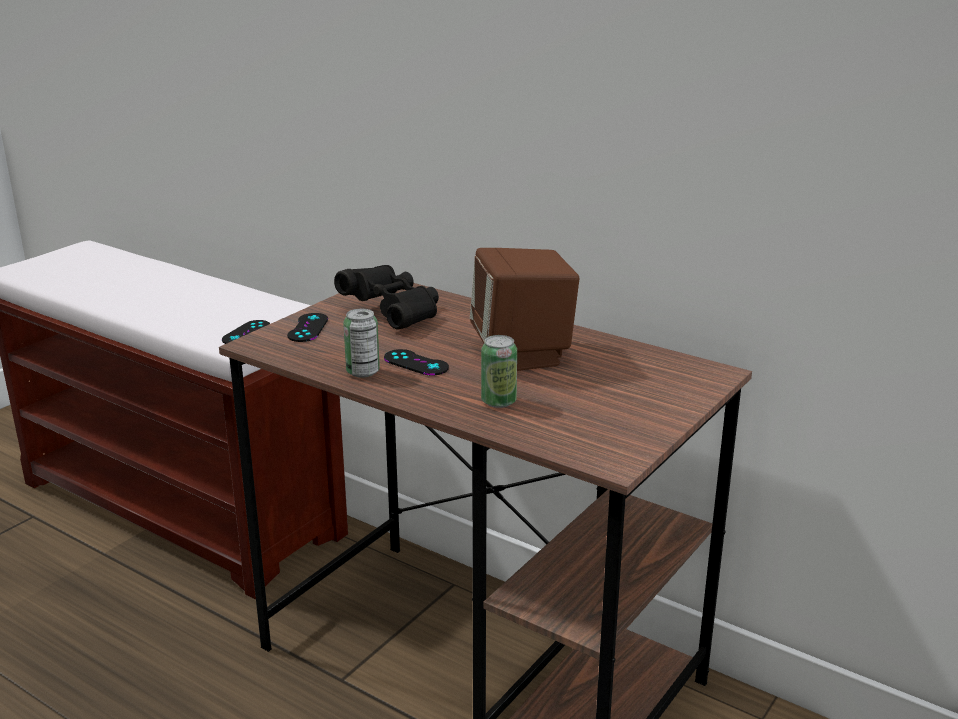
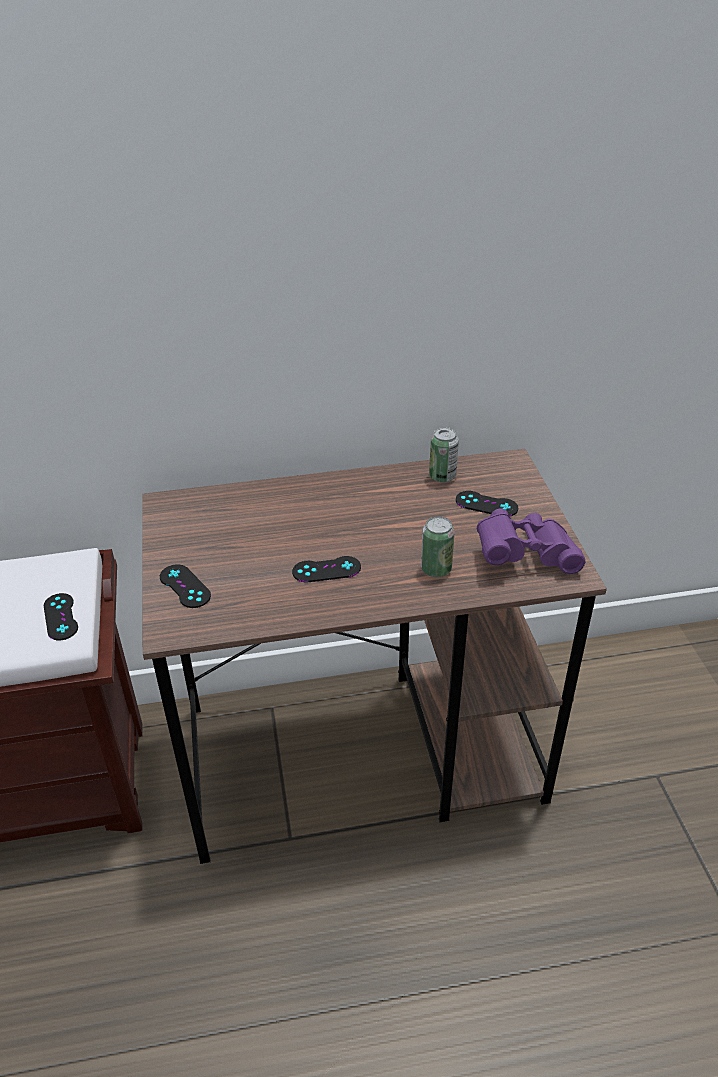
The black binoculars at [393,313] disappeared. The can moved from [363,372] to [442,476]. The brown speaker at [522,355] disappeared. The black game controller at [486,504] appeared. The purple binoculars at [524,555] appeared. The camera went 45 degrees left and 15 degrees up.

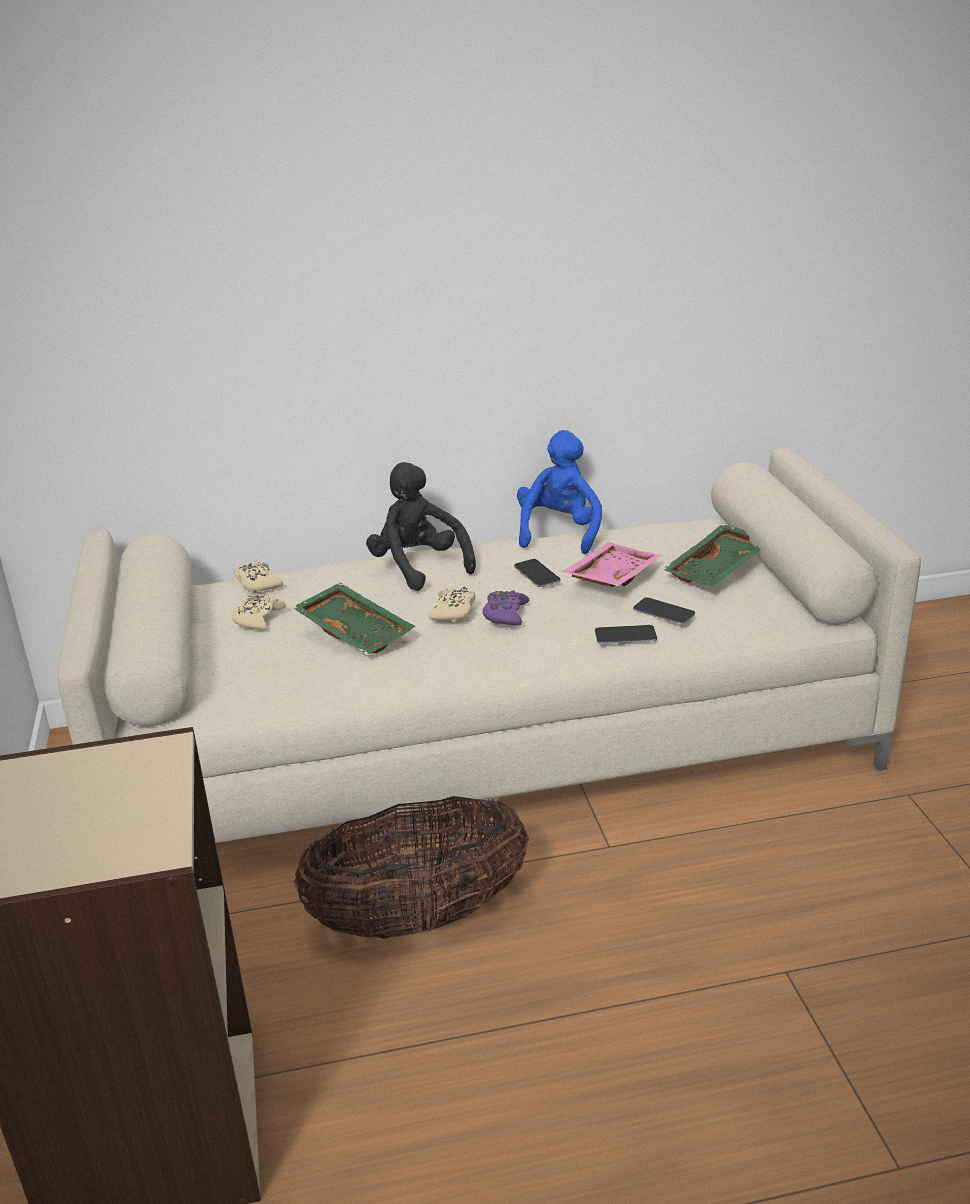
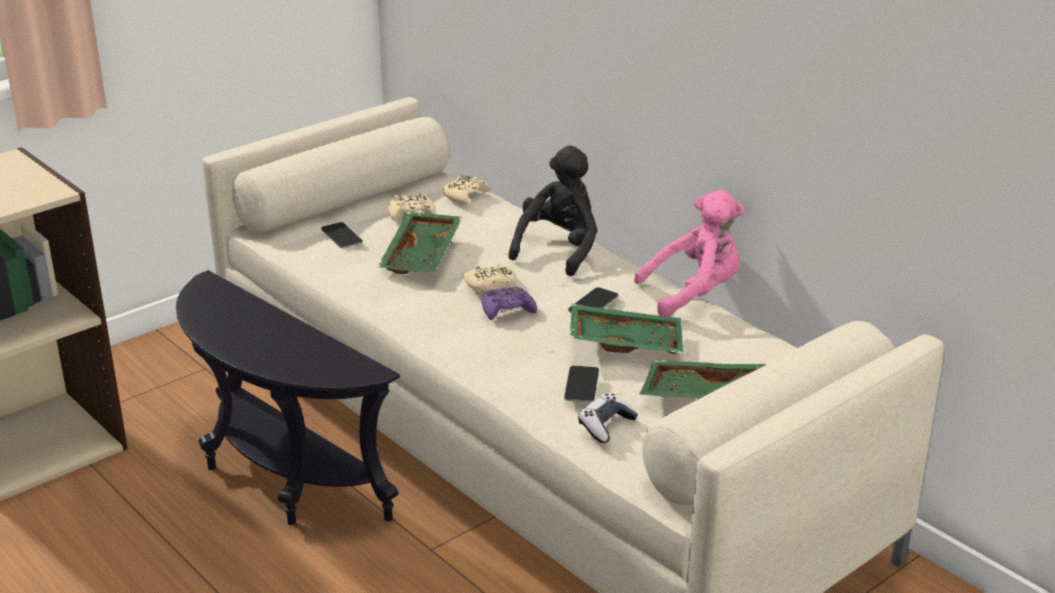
The basket at [418,918] was replaced by the black side table at [280,478]. The blue plush toy at [559,532] became the pink plush toy at [694,294]. The pink tray at [610,577] became the green tray at [626,341]. The phone moved from [625,635] to [341,236]. The game controller at [606,426] appeared. The camera went 60 degrees right and 0 degrees up.

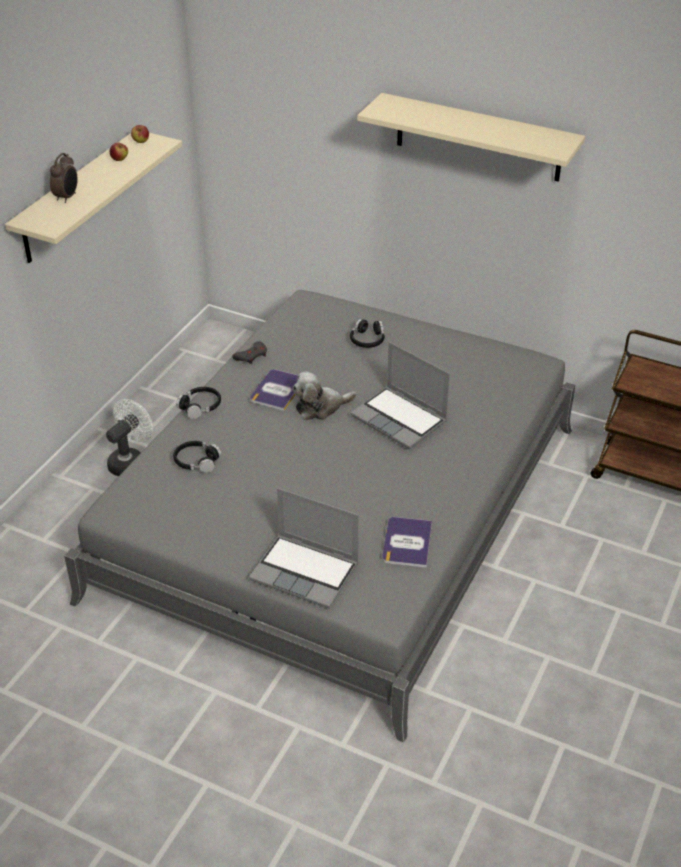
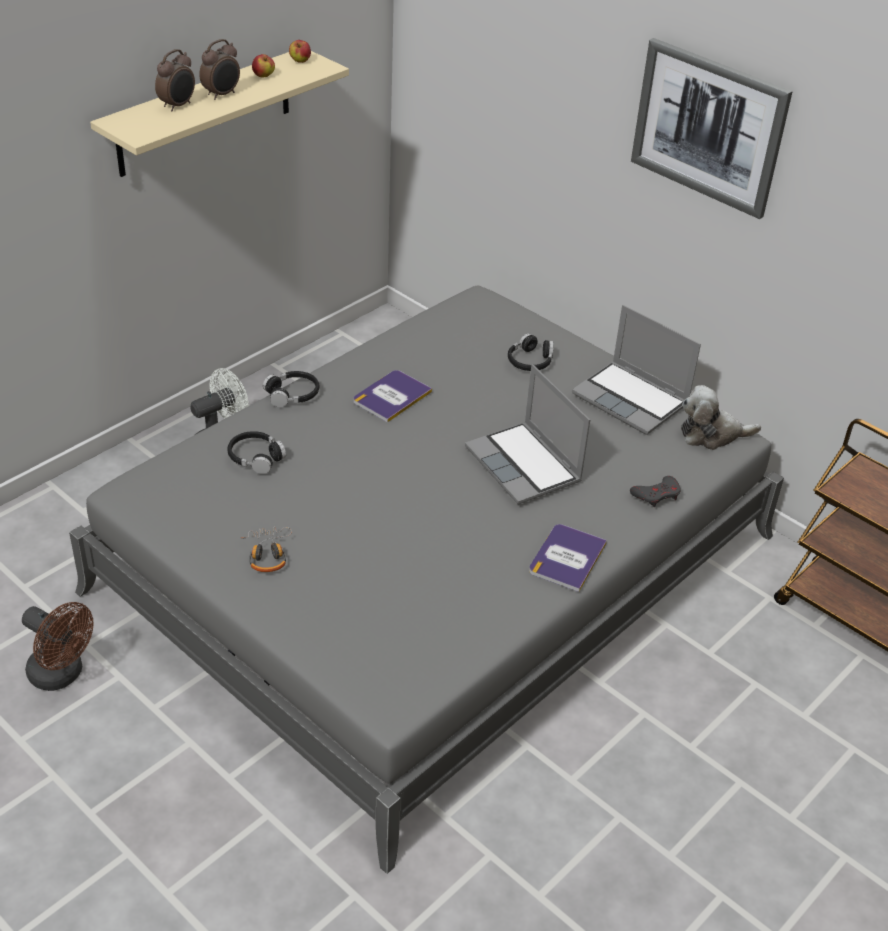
The grey game controller moved from [251,356] to [656,494]. The laptop moved from [306,572] to [632,400]. The plush toy moved from [320,407] to [712,434]. The beige shelf at [478,138] was replaced by the picture at [708,127]. The book moved from [407,542] to [567,558]. The brown fan at [62,675] appeared. The alarm clock at [222,95] appeared. The headphones at [267,554] appeared. The camera went 15 degrees right and 0 degrees up.

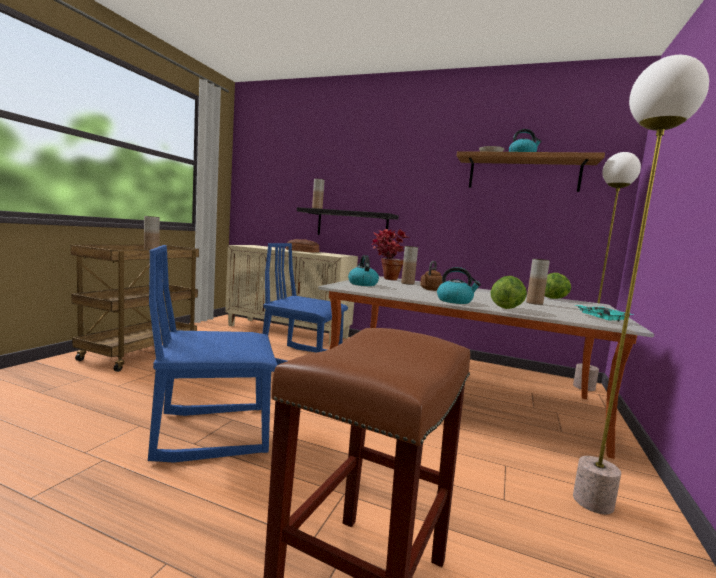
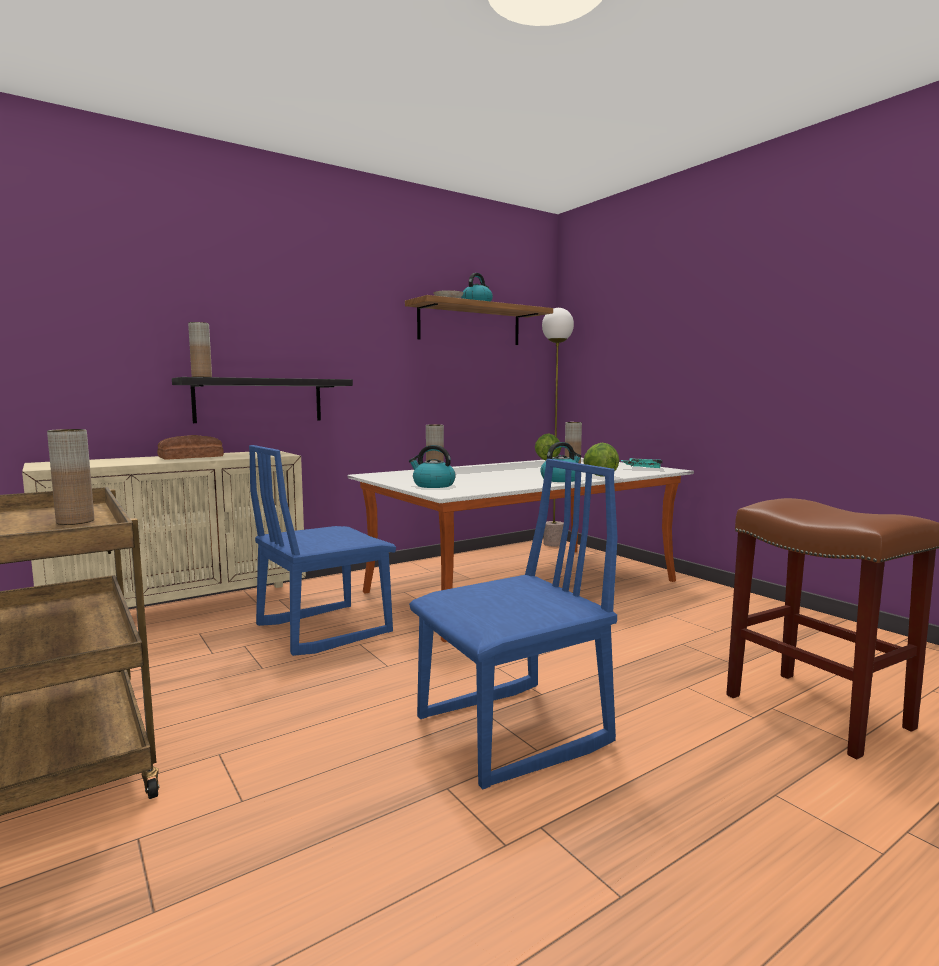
The blue chair at [212,432] turned 135 degrees counterclockwise. The potted plant at [385,279] disappeared. The brown kettle at [430,290] disappeared. The floor lamp at [592,501] disappeared. The camera went 55 degrees left and 0 degrees up.

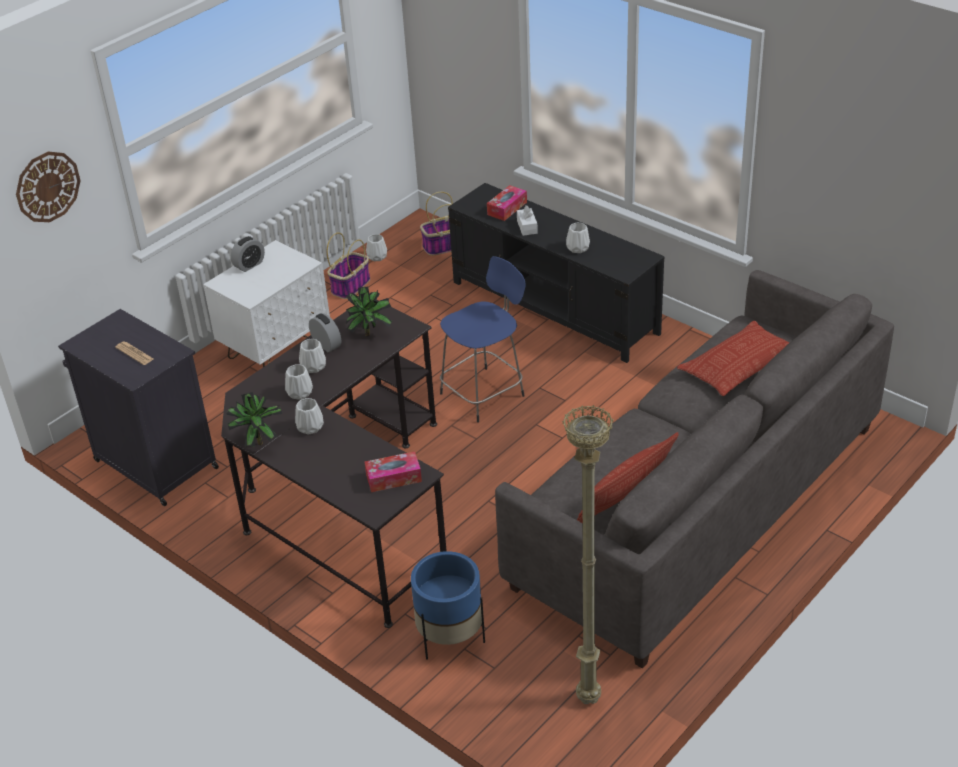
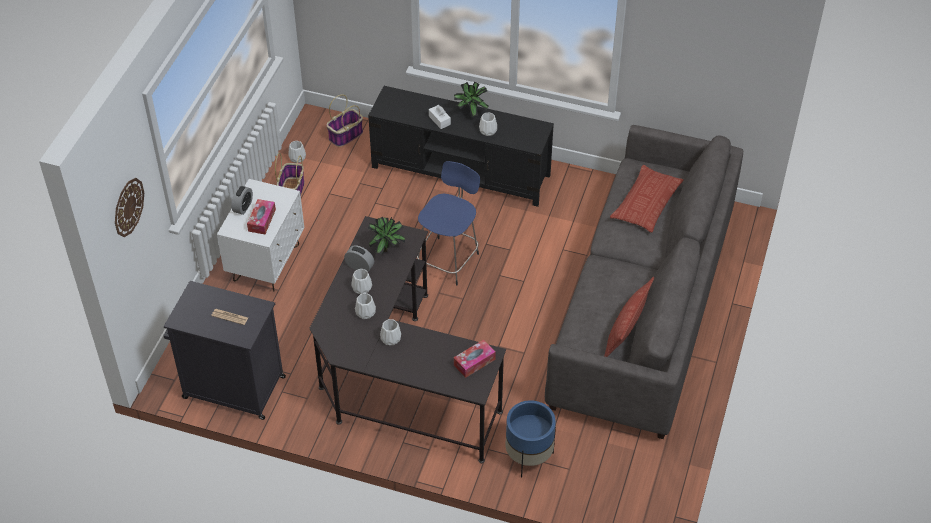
The potted plant moved from [257,441] to [470,113]. The tissue box moved from [507,208] to [262,220]. The beige floor lamp at [587,697] disappeared. The camera went 25 degrees left and 10 degrees up.

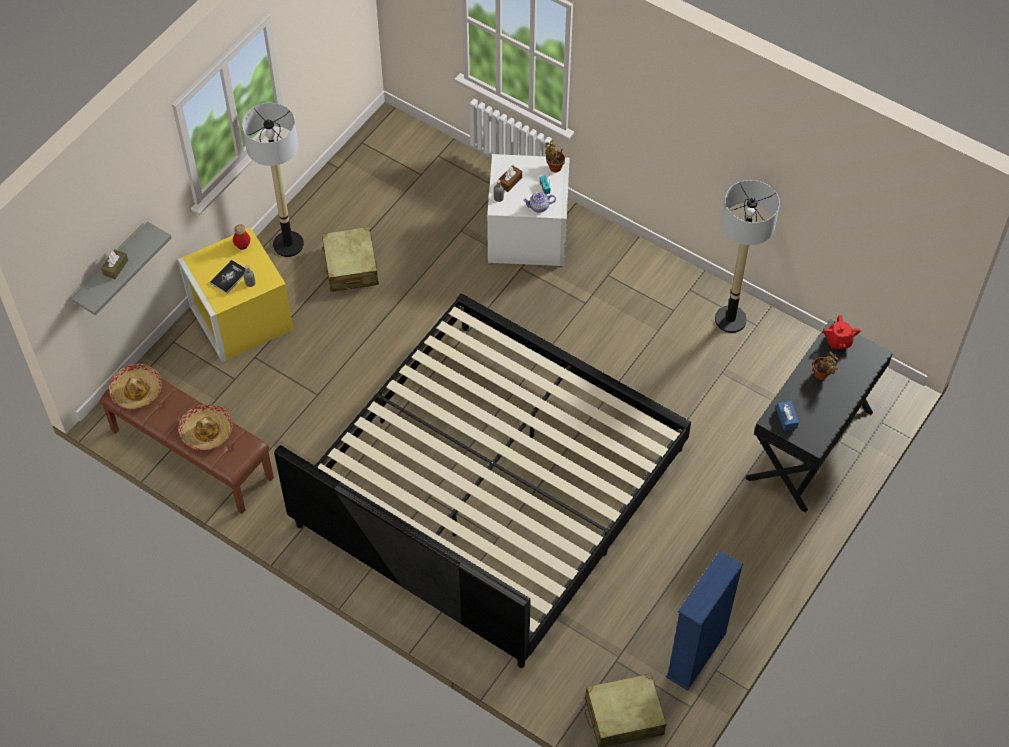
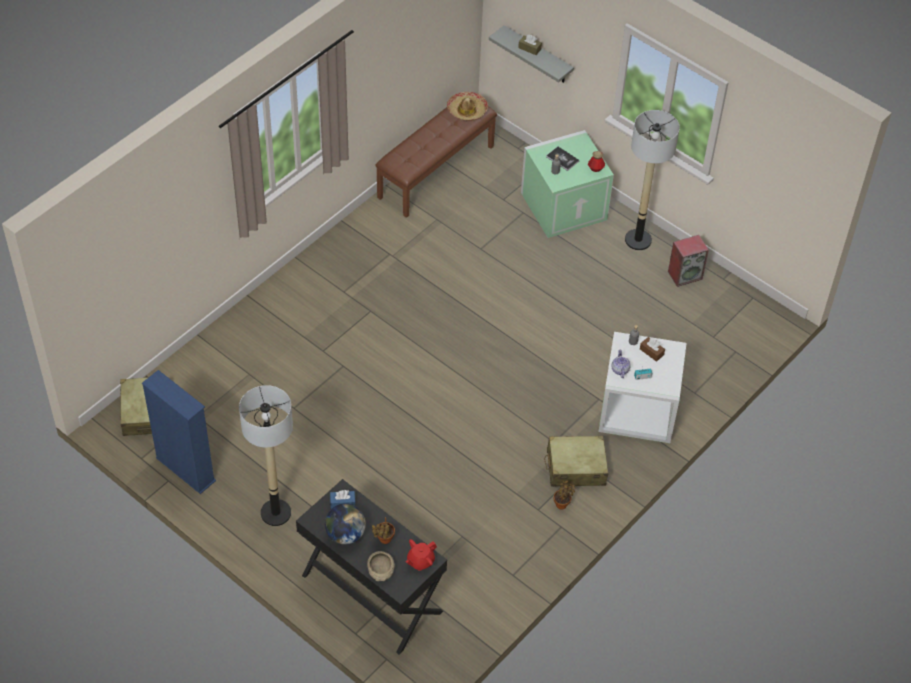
The yellow storage box at [239,317] became the green storage box at [564,205]. The hat at [206,431] disappeared. The bed at [490,487] disappeared. The beige suitcase moved from [351,267] to [575,467]. The potted plant moved from [554,167] to [562,504]. The floor lamp moved from [730,319] to [276,513]. The red teapot at [838,341] turned 45 degrees counterclockwise. The globe at [345,534] appeared. The beige bowl at [381,570] appeared. The speaker at [685,275] appeared. The camera went 95 degrees right and 5 degrees down.

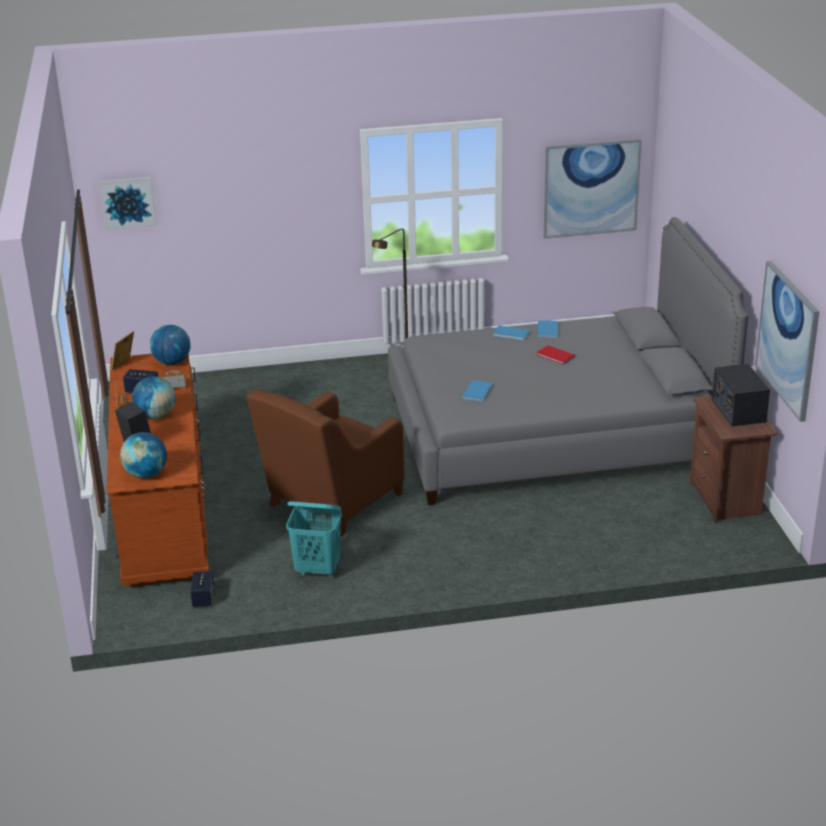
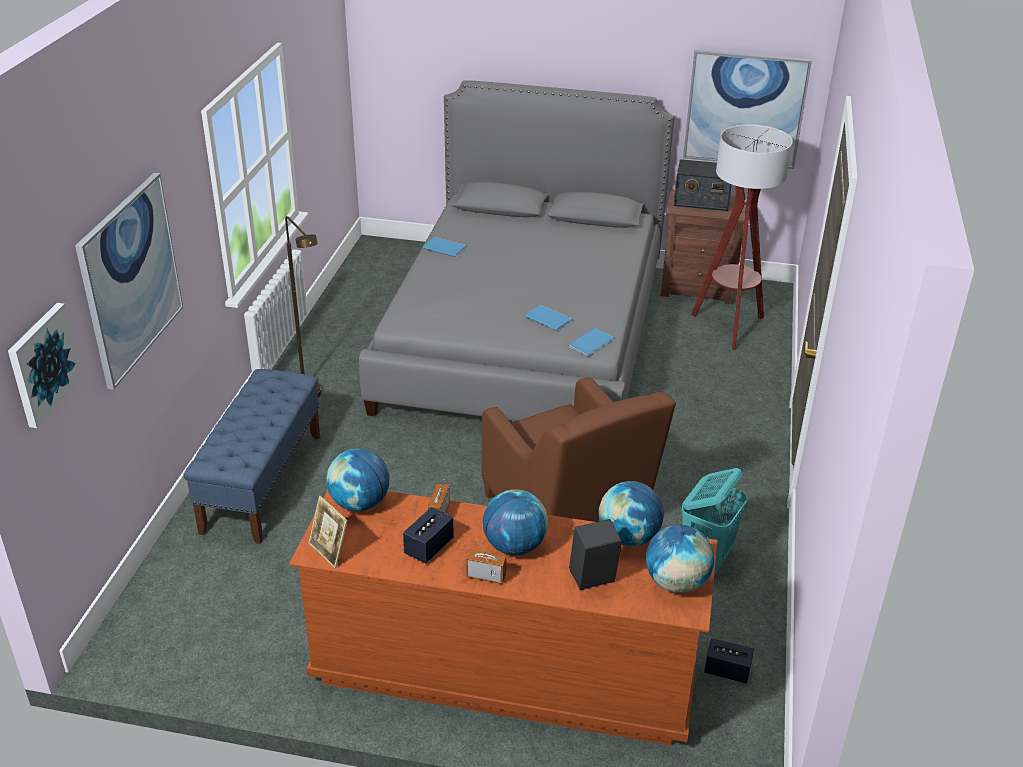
The blue book moved from [511,334] to [593,343]. The red book at [555,356] disappeared. The picture moved from [591,188] to [131,278]. The blue bench at [262,482] appeared. The globe at [628,537] appeared. The floor lamp at [729,327] appeared. The camera went 70 degrees left and 5 degrees up.

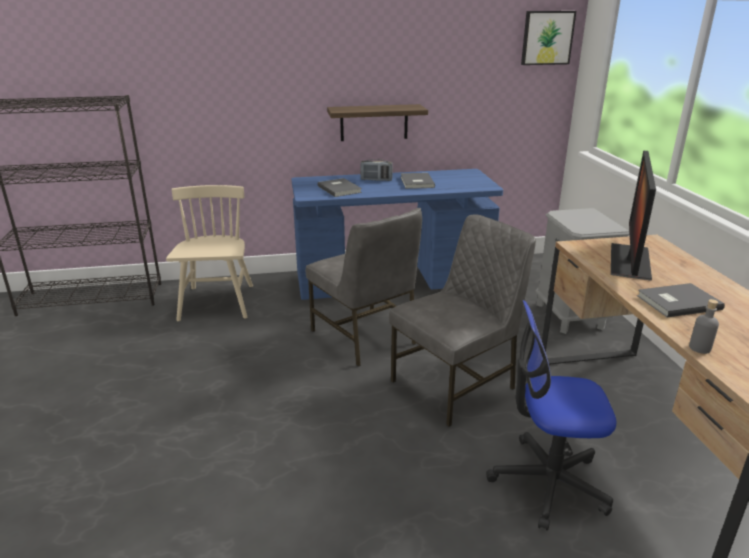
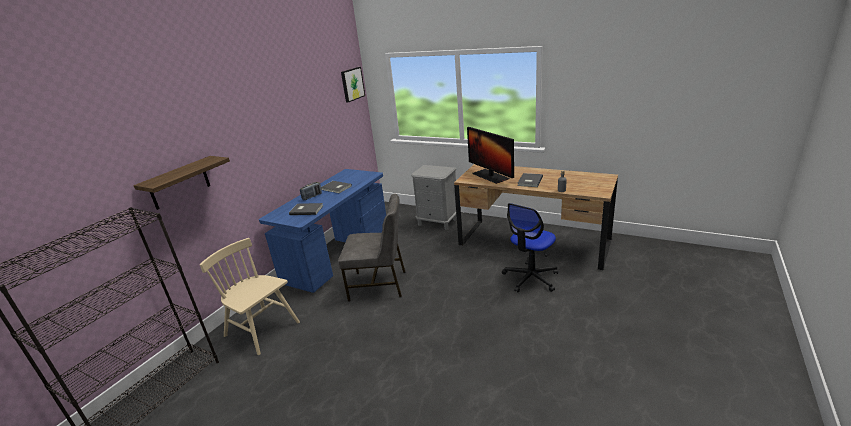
The shelf moved from [374,122] to [179,183]. The grey chair at [456,385] disappeared. The camera went 50 degrees left and 0 degrees up.

